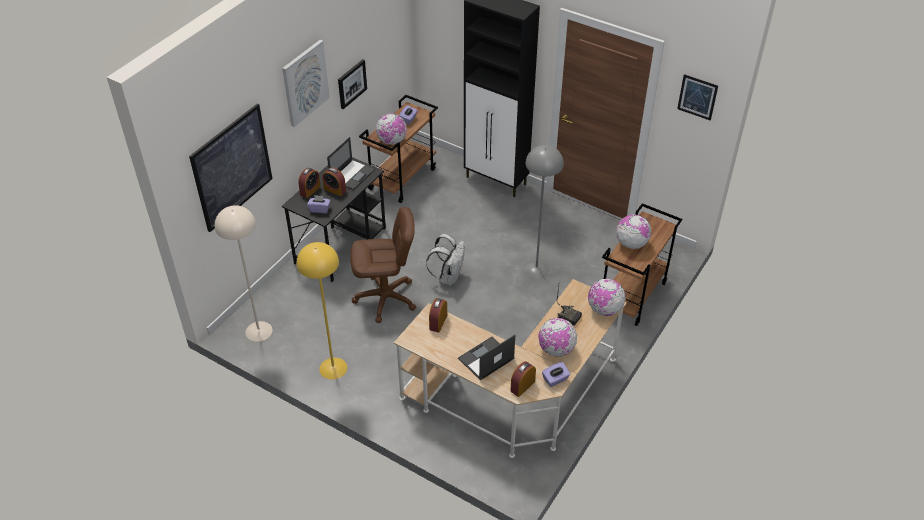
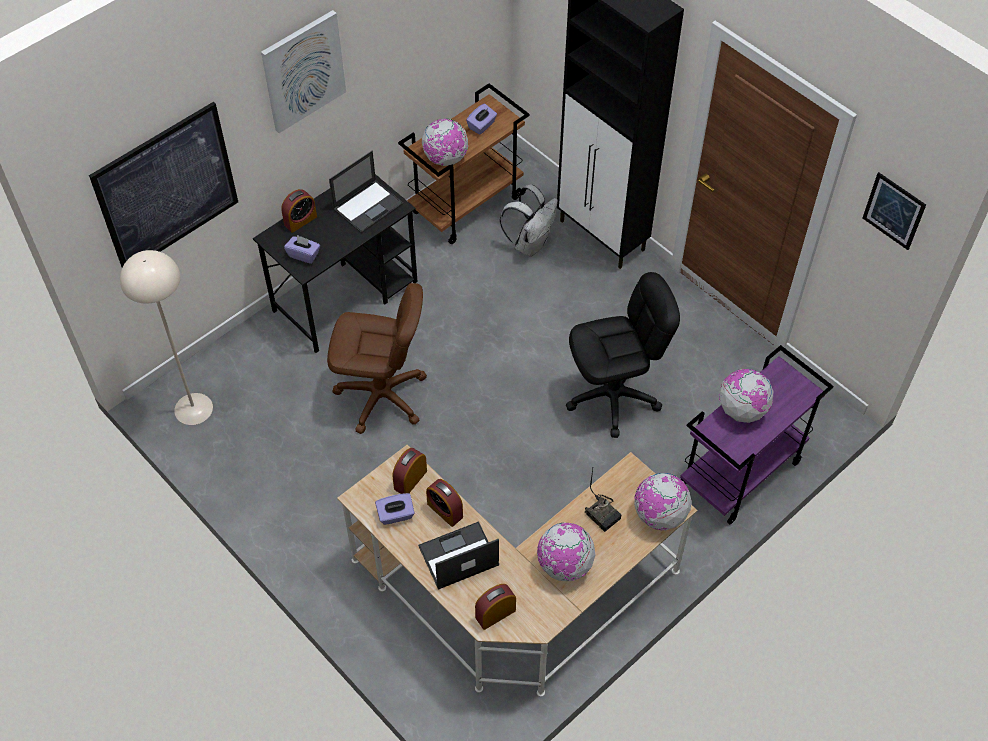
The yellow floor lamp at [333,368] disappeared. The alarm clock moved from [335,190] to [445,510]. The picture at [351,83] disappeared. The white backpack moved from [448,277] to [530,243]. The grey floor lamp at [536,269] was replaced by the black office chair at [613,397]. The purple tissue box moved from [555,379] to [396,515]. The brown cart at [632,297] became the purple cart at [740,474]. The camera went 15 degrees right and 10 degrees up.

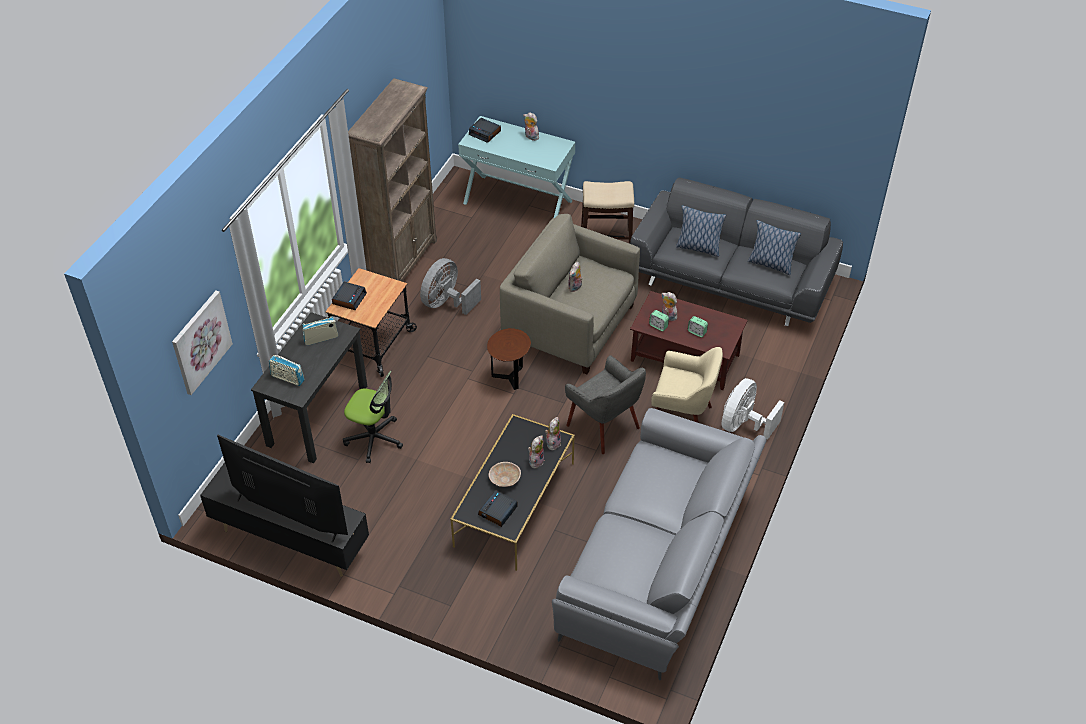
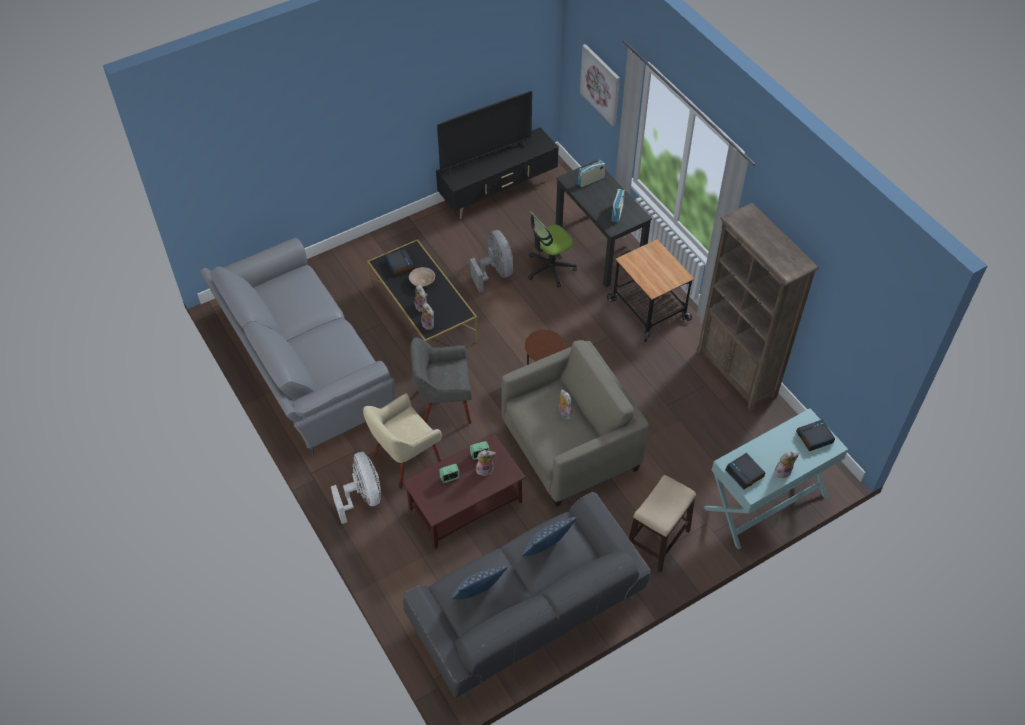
The alarm clock moved from [349,298] to [745,473]. The grey fan moved from [447,303] to [495,273]. The camera went 125 degrees right and 5 degrees up.

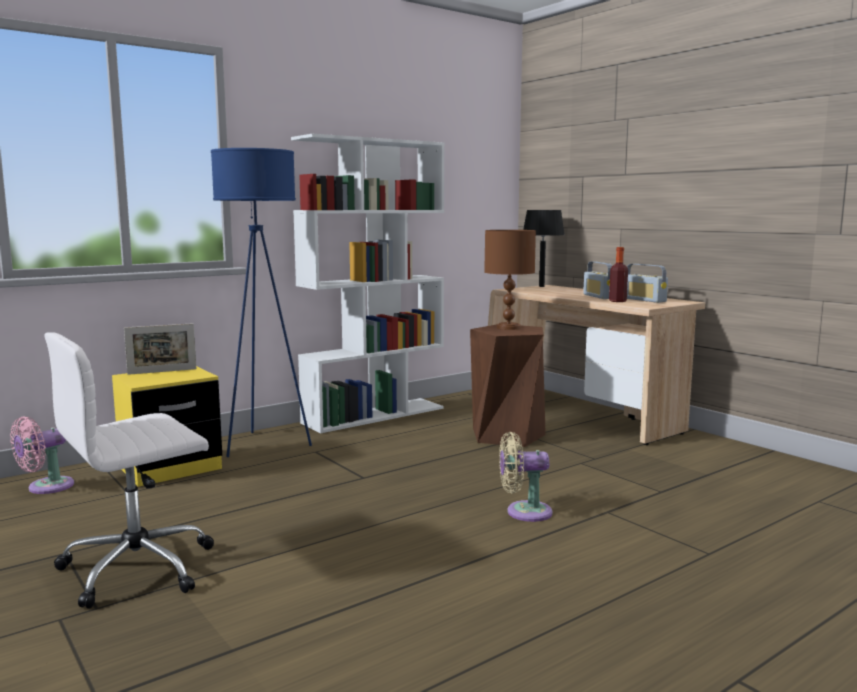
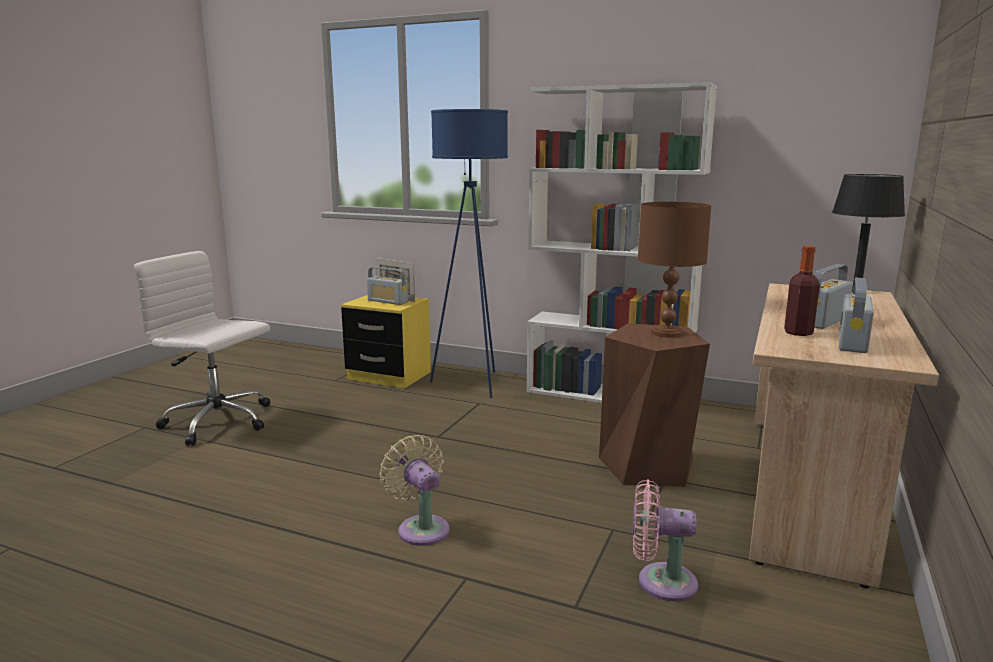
The pink fan moved from [46,487] to [660,581]. The radio at [387,301] appeared. The camera went 60 degrees right and 5 degrees up.

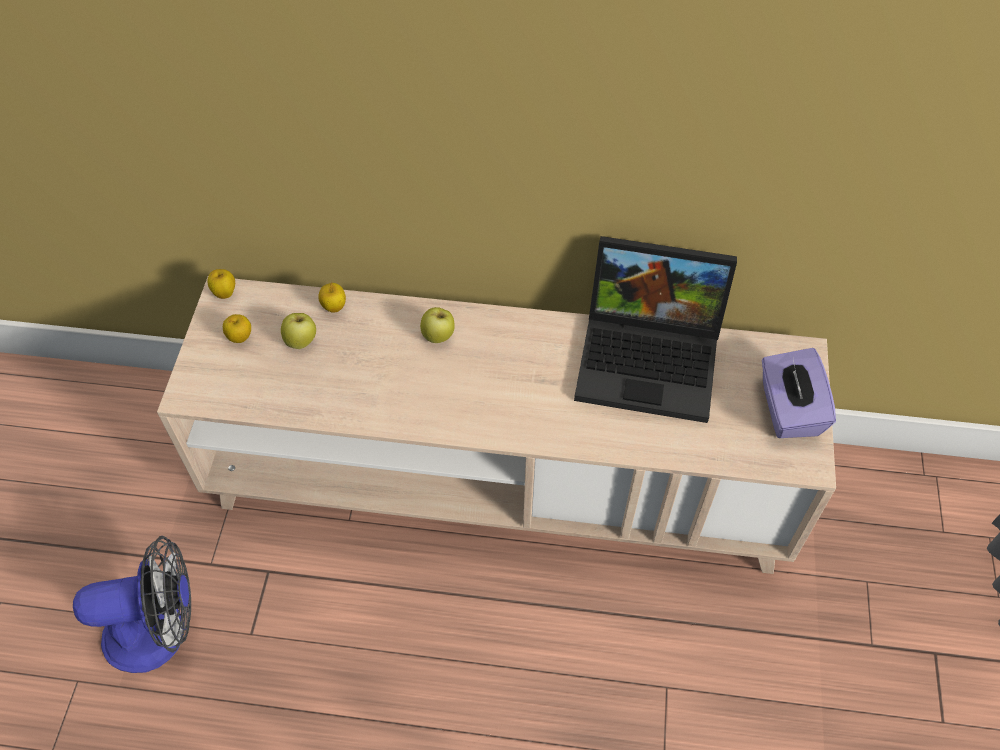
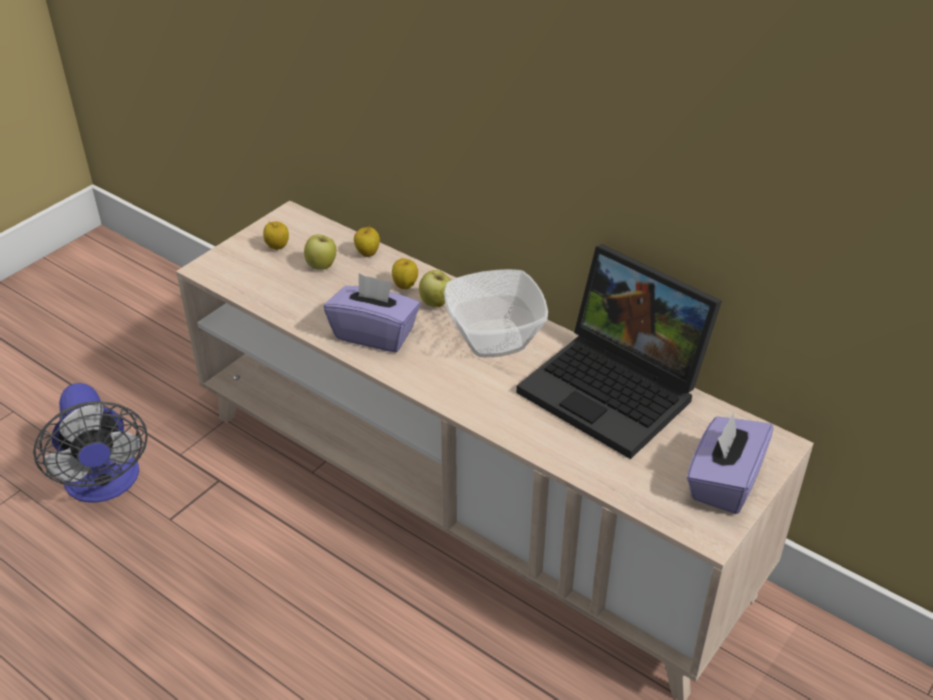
The fan at [160,632] turned 45 degrees clockwise. The apple moved from [225,293] to [405,286]. The purple tissue box at [374,334] appeared. The bowl at [495,338] appeared. The camera went 30 degrees right and 15 degrees down.

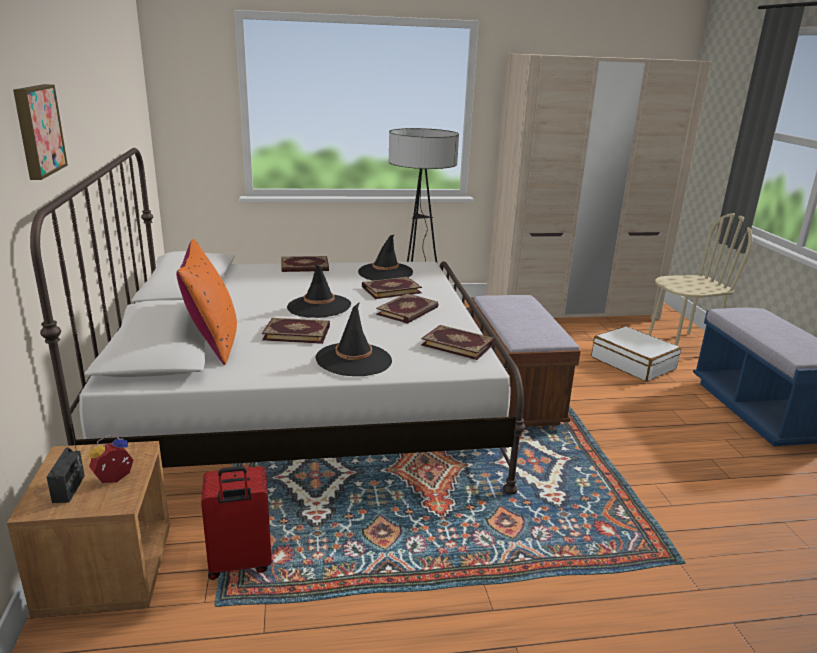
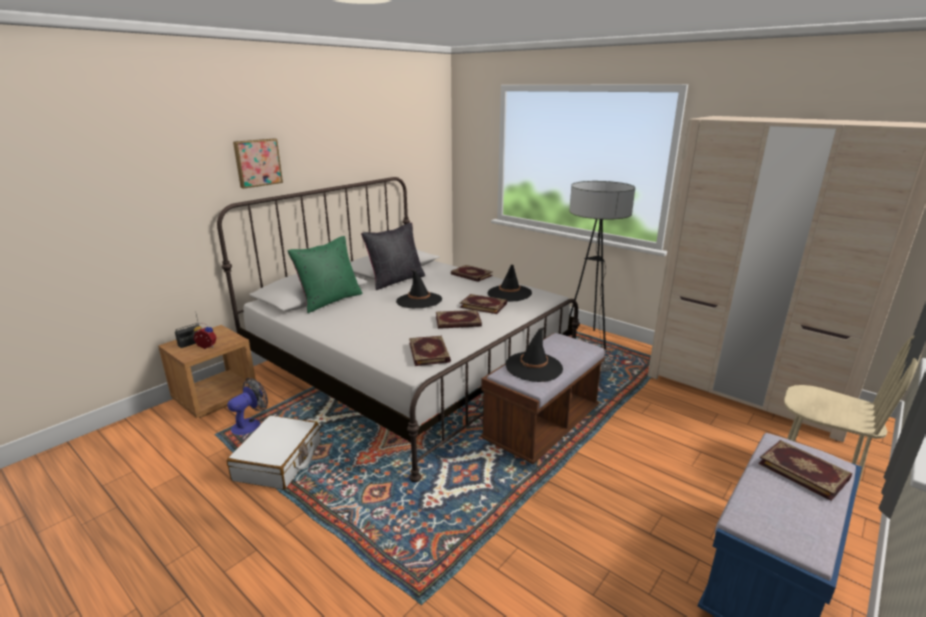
The orange pillow at [212,342] became the green pillow at [329,300]. The red suitcase at [240,564] was replaced by the fan at [250,424]. The book moved from [297,332] to [803,470]. The black hat moved from [354,360] to [534,367]. The white suitcase moved from [633,363] to [279,461]. The black pillow at [395,280] appeared. The camera went 50 degrees right and 0 degrees up.

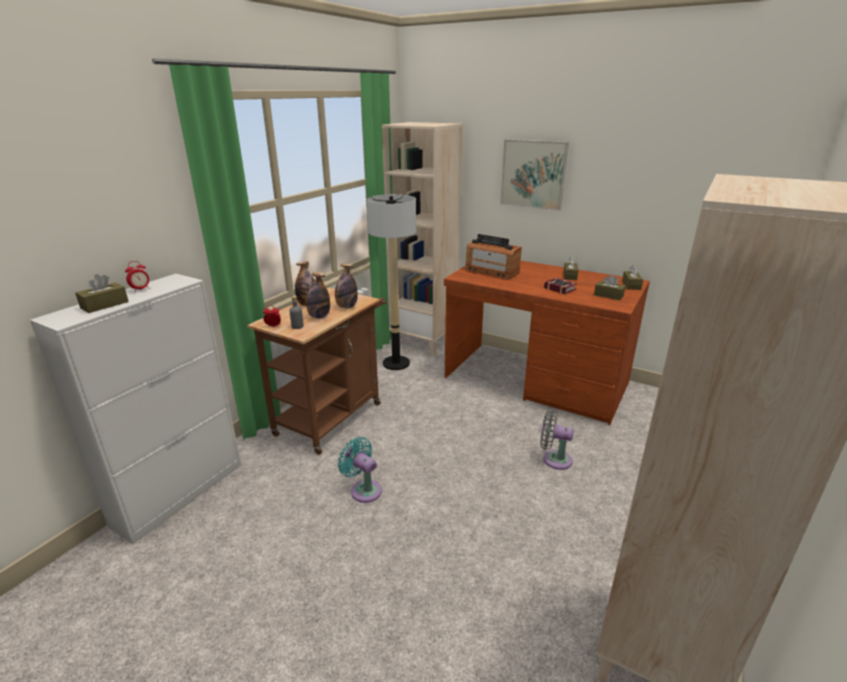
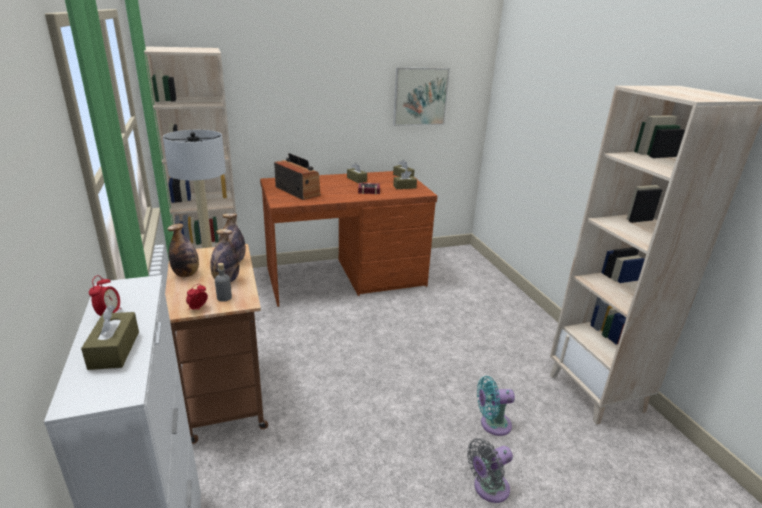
The turquoise fan moved from [364,489] to [492,424]. The radio at [491,272] turned 120 degrees counterclockwise. The picture moved from [533,174] to [420,96]. The grey fan moved from [554,459] to [488,488]. The camera went 50 degrees left and 0 degrees up.

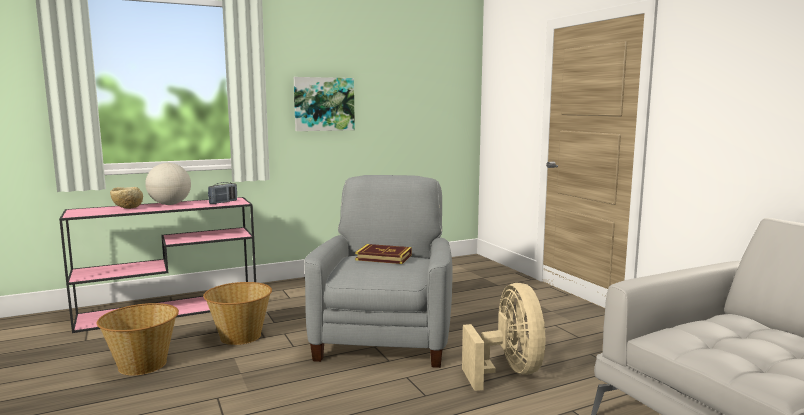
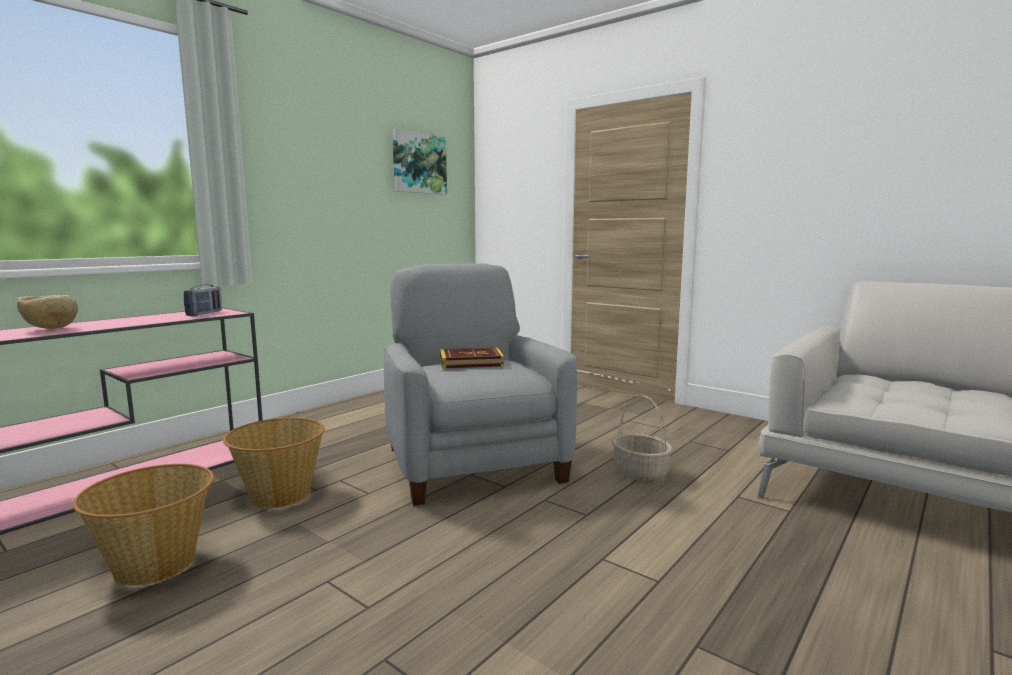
The globe at [170,204] disappeared. The picture moved from [324,104] to [419,163]. The beige fan at [508,372] was replaced by the basket at [639,472]. The camera went 25 degrees left and 0 degrees up.

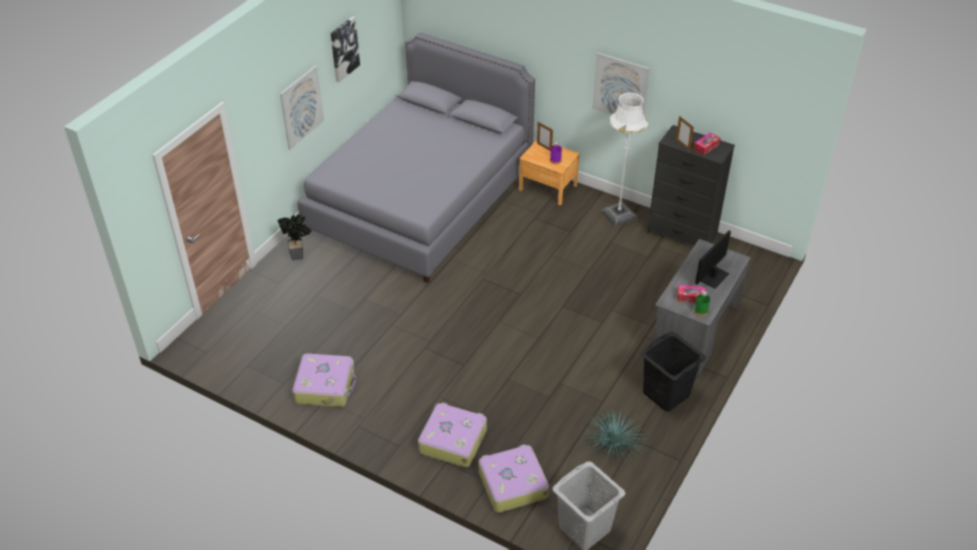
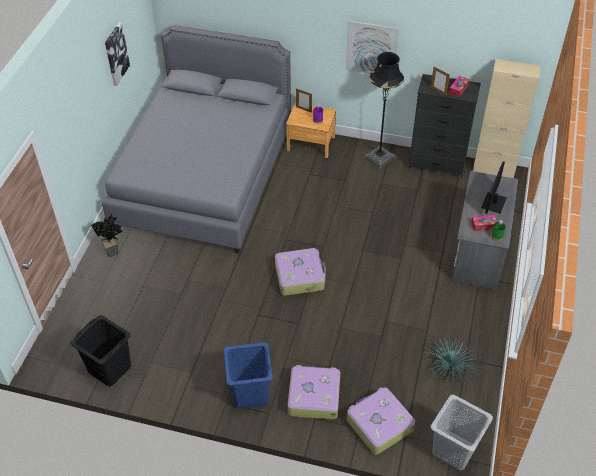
The picture at [301,107] disappeared. The suitcase moved from [325,386] to [300,276]. The white floor lamp at [618,216] became the black floor lamp at [379,158]. The black laundry basket moved from [666,394] to [110,369]. The blue laundry basket at [250,392] appeared. The beige cabinet at [493,170] appeared. The camera went 15 degrees left and 5 degrees up.

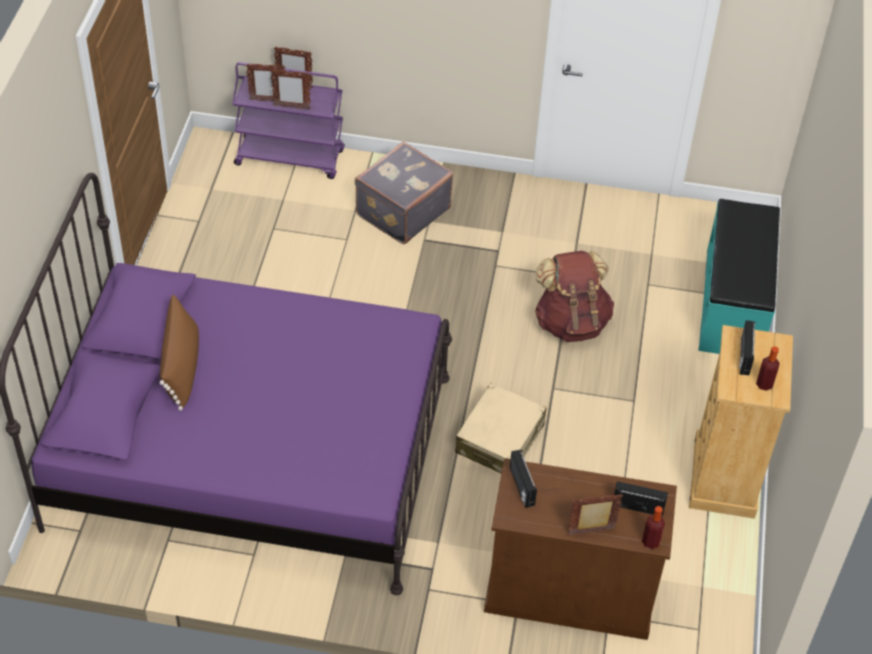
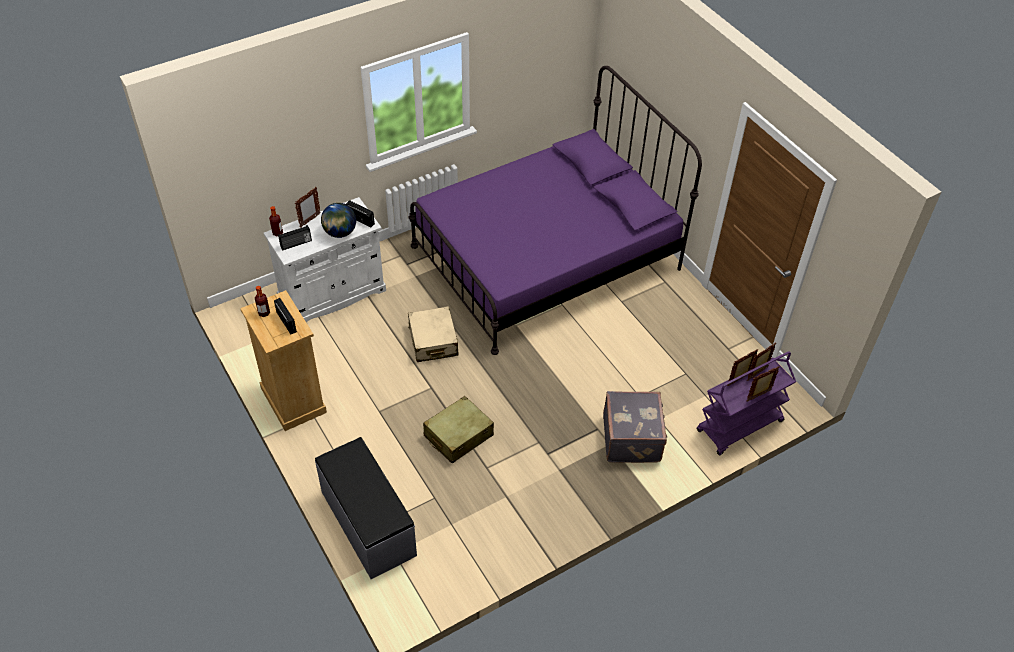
The brown pillow at [182,366] disappeared. The brown cabinet at [570,592] became the white cabinet at [332,294]. The brown backpack at [571,322] was replaced by the beige suitcase at [458,436]. The turquoise bench at [734,304] became the grey bench at [367,523]. The globe at [340,232] appeared. The camera went 140 degrees right and 0 degrees up.

